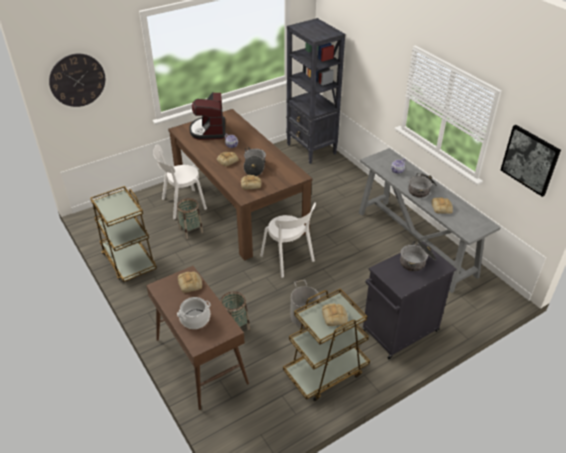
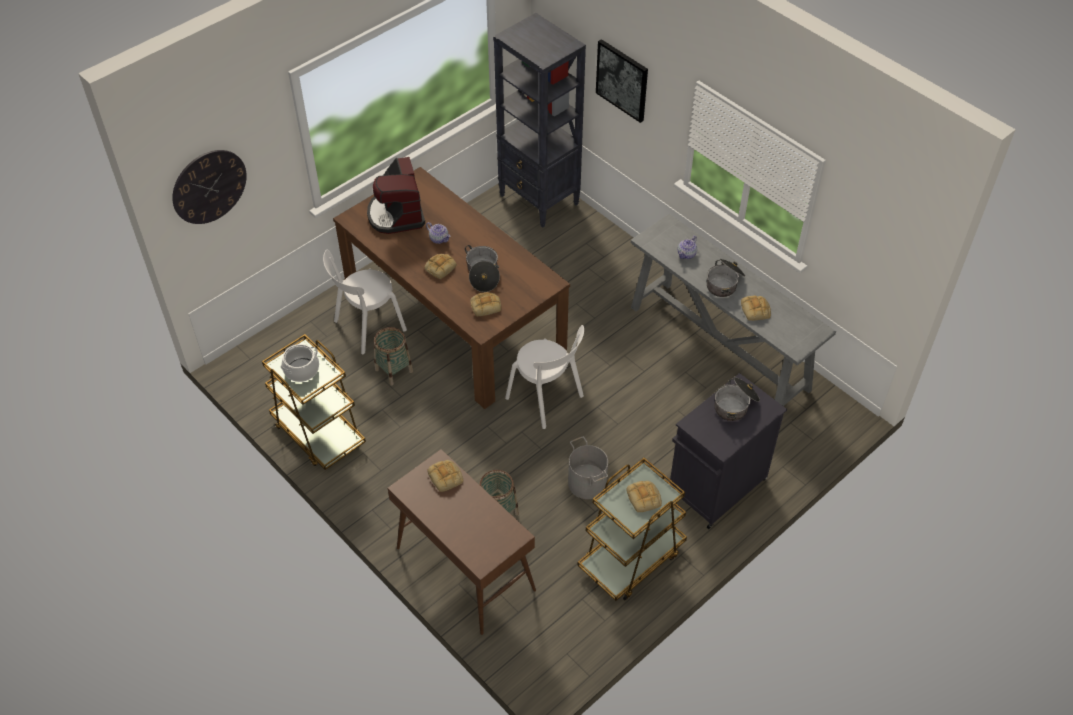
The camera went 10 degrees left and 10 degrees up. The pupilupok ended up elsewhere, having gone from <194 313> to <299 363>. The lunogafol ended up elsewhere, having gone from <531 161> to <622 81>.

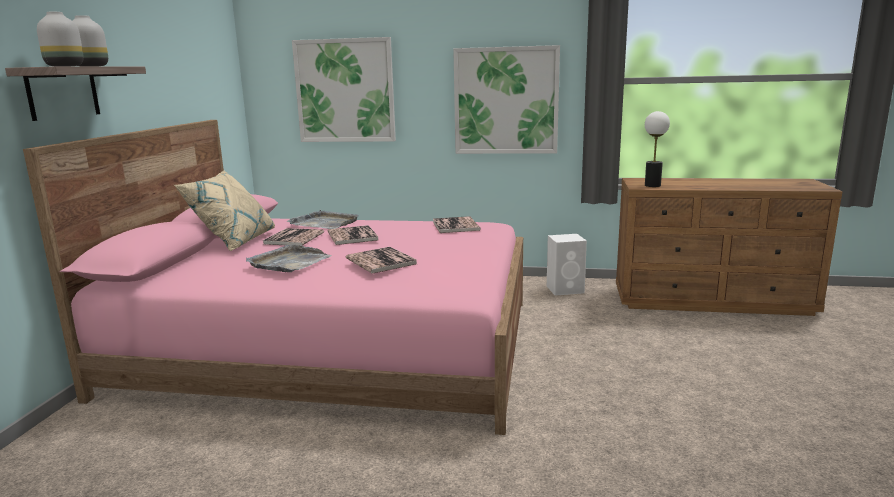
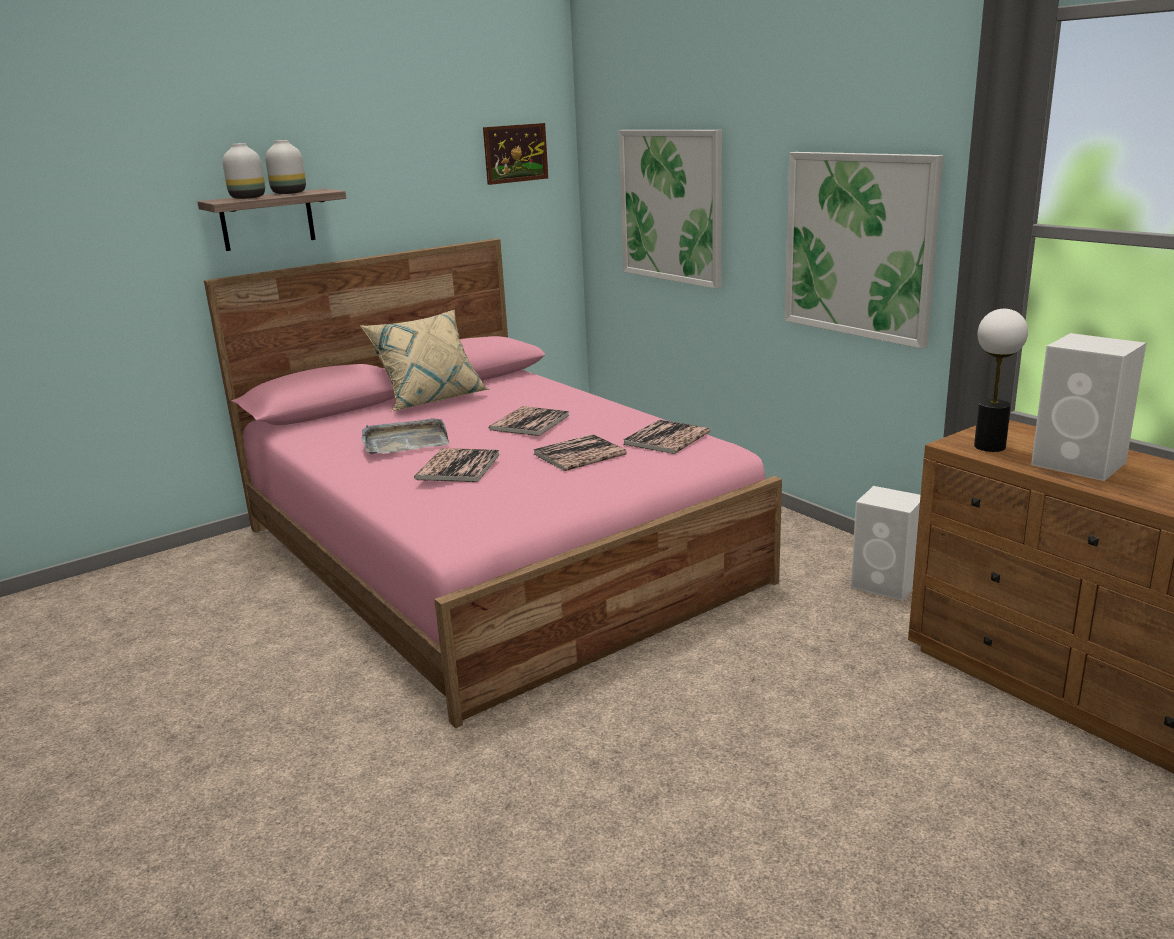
The camera went 45 degrees right and 5 degrees up. The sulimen ended up elsewhere, having gone from <293 237> to <580 452>. The second view lost the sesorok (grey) at <323 219>. The second view gained the lunogafol at <515 154>. The second view gained the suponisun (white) at <1088 407>.

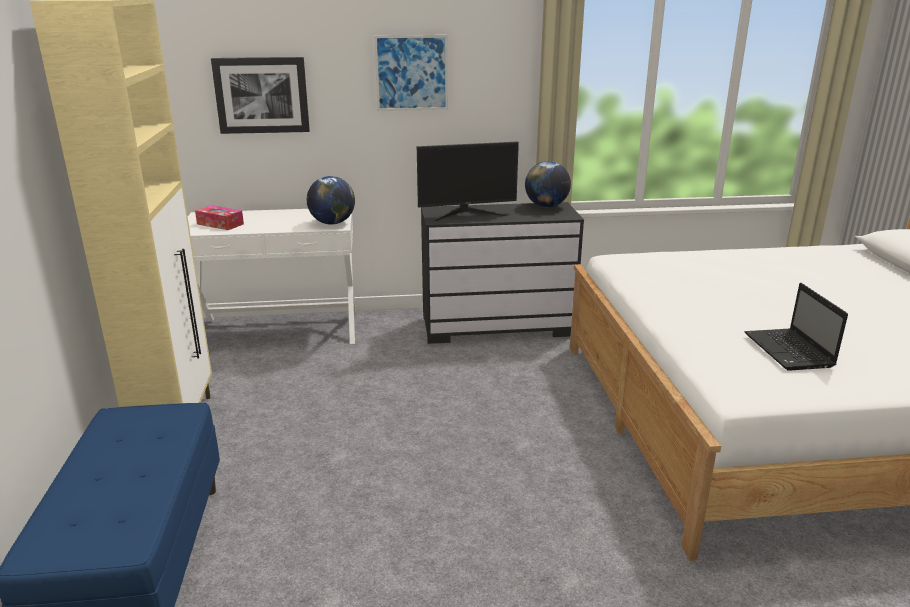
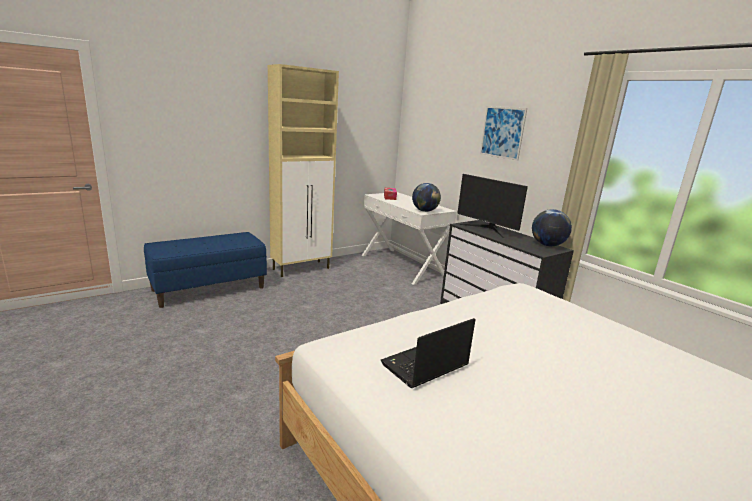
The camera went 60 degrees right and 5 degrees down. The second view lost the lunogafol at <260 95>.

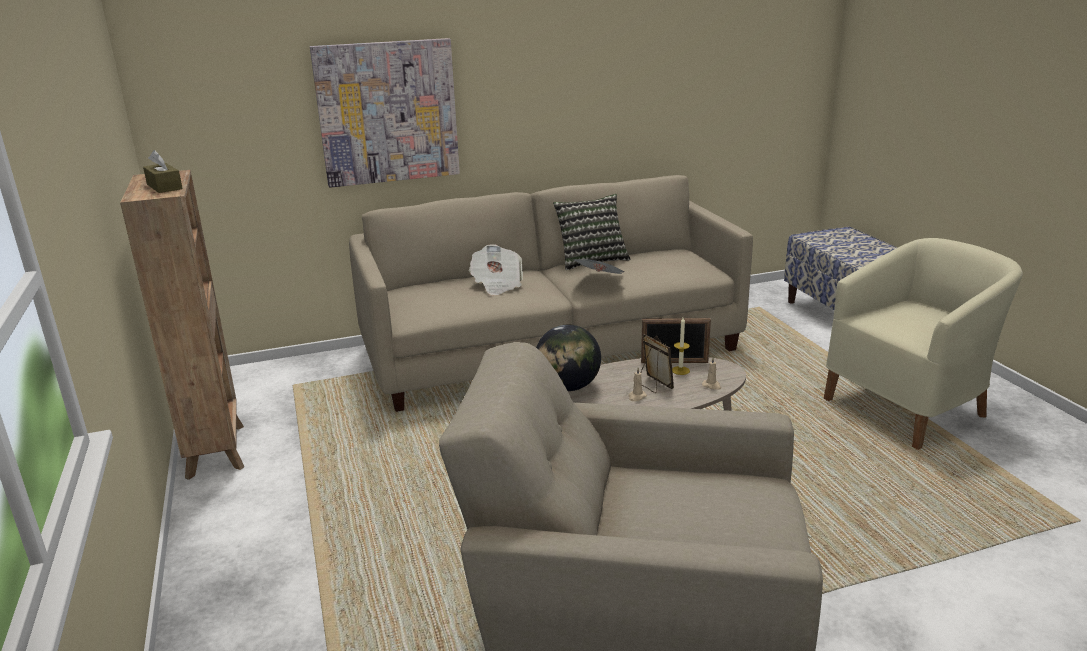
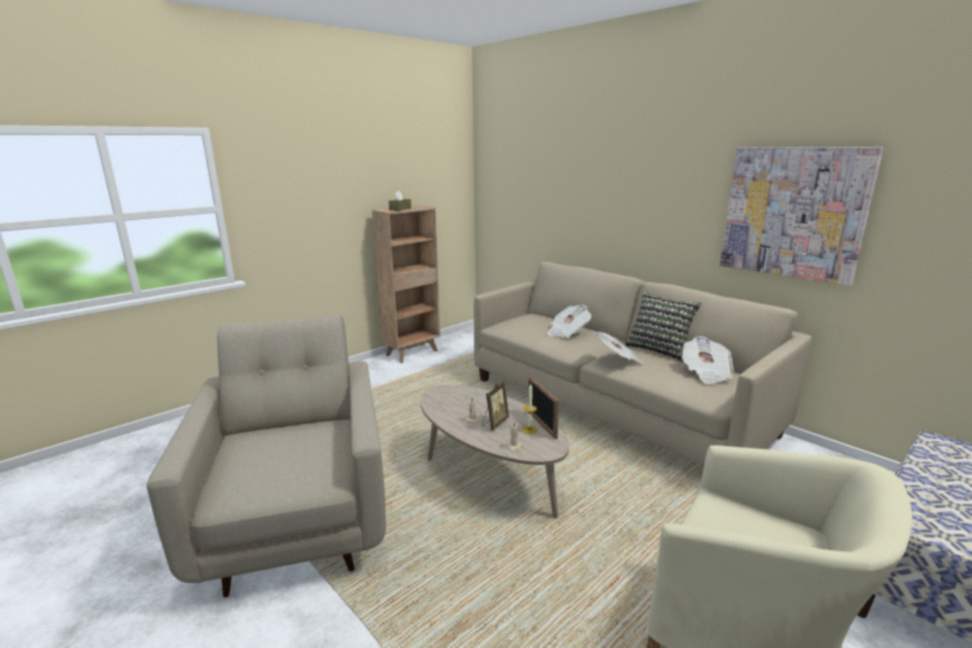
The camera went 65 degrees right and 5 degrees down. The lunogafol ended up elsewhere, having gone from <385 113> to <802 216>. The second view lost the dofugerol at <568 358>. The second view gained the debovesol at <708 360>.

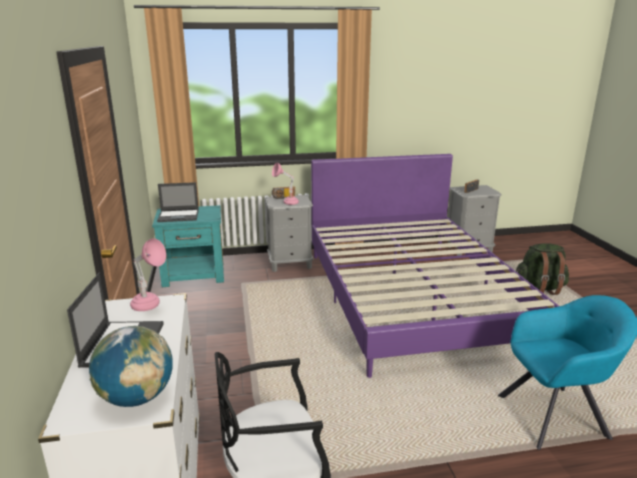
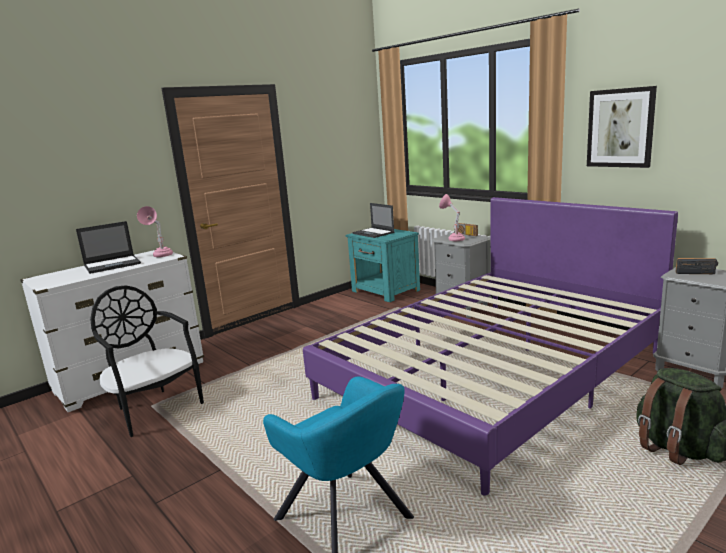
The camera went 60 degrees right and 5 degrees down. The second view lost the dofugerol at <131 366>. The second view gained the lunogafol at <622 127>.

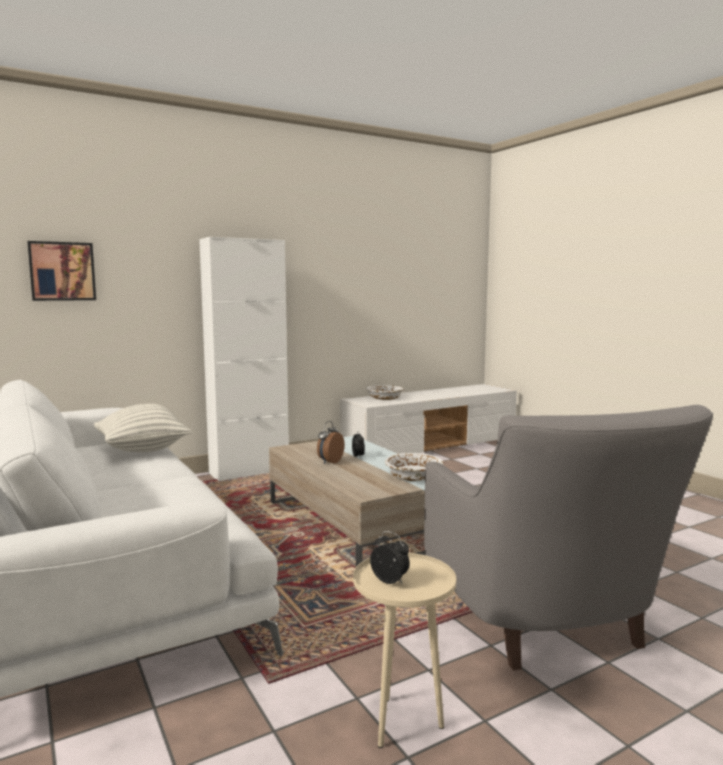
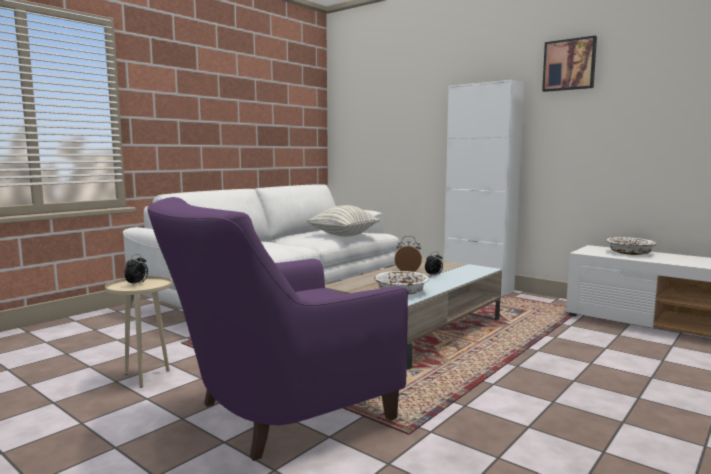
The camera went 70 degrees right and 0 degrees up. The lunogafol ended up elsewhere, having gone from <61 271> to <569 64>. What was the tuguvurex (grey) at <568 538> turned into the tuguvurex (purple) at <278 329>.

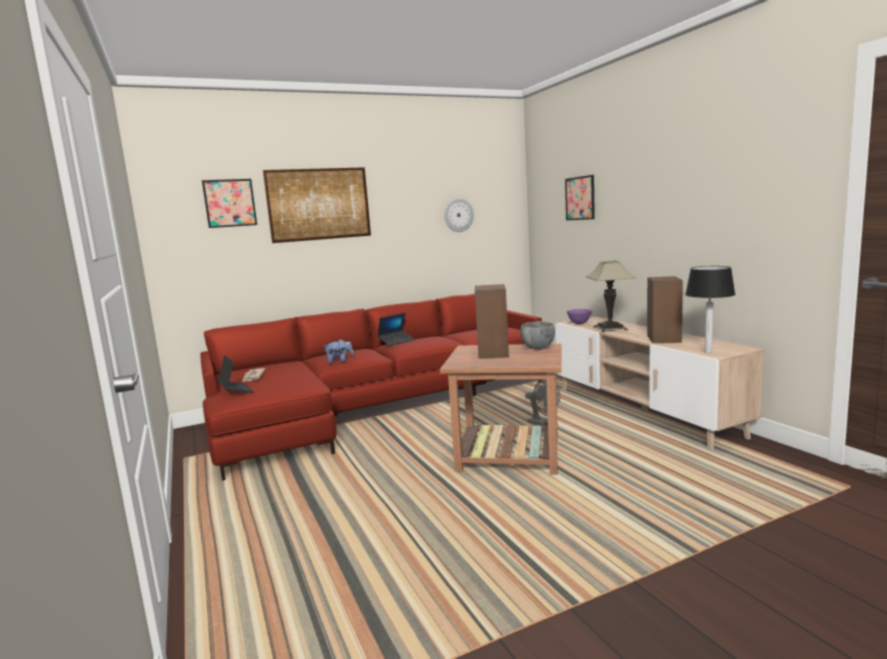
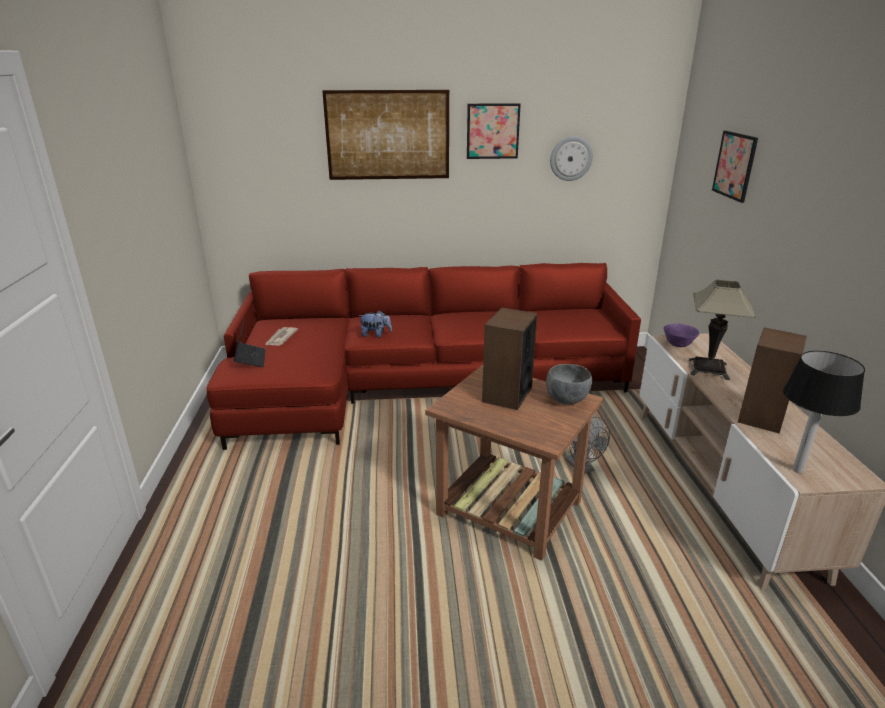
The camera went 20 degrees right and 15 degrees up. The lunogafol ended up elsewhere, having gone from <229 203> to <494 131>. The second view lost the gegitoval at <396 329>.

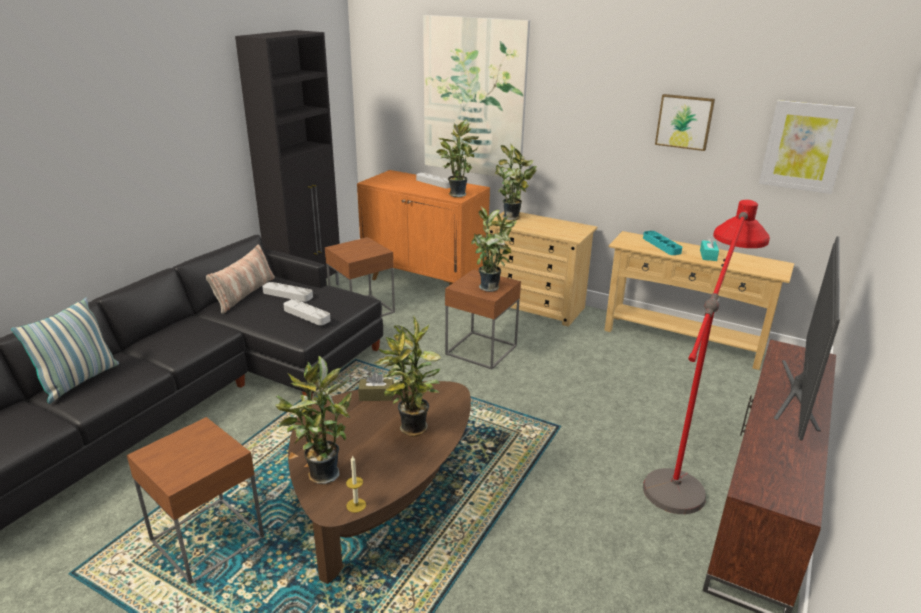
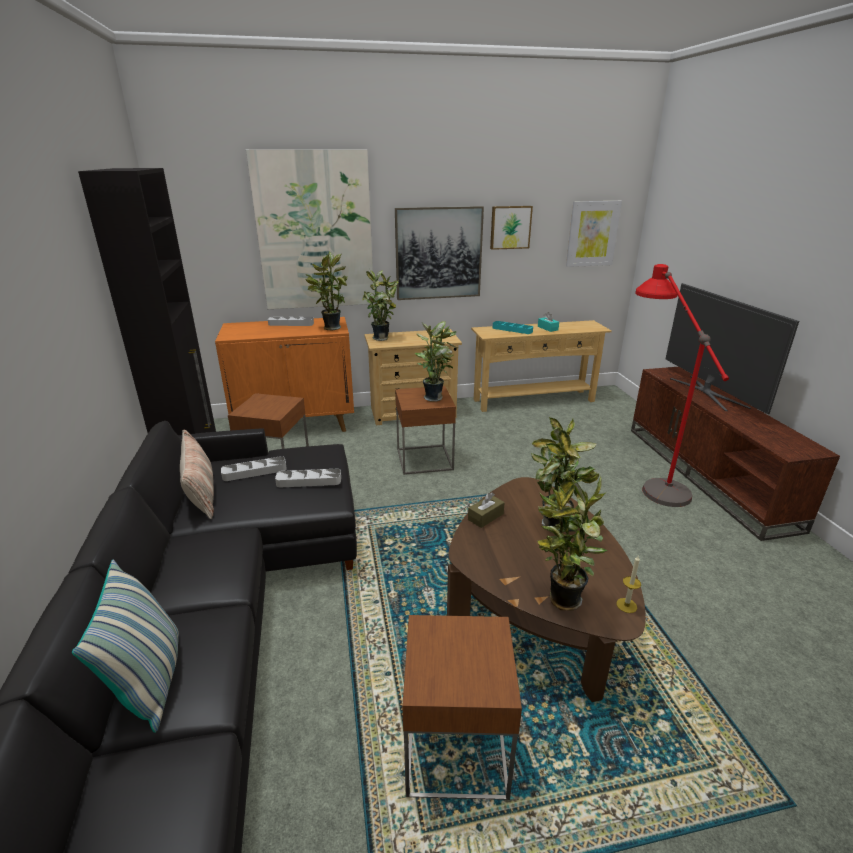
The camera went 40 degrees left and 0 degrees up. The second view gained the lunogafol at <439 253>.

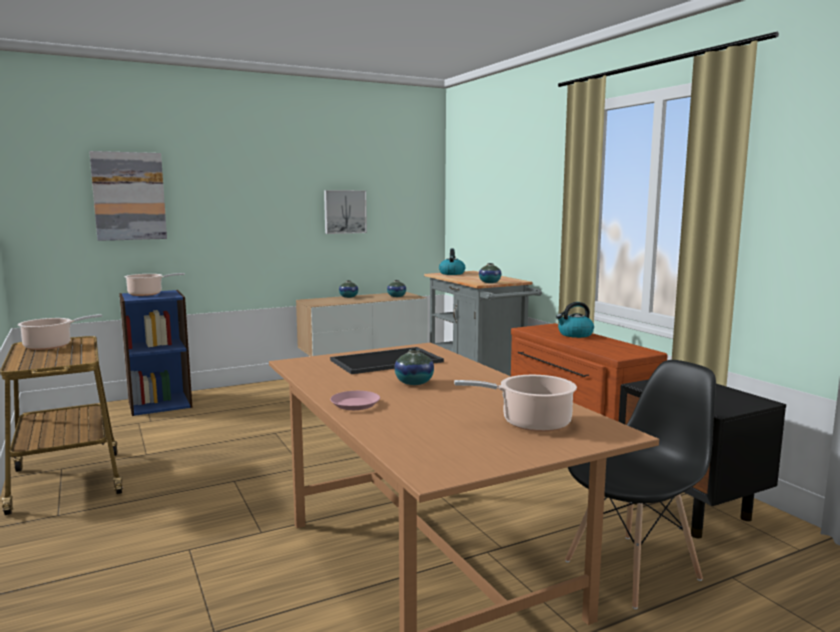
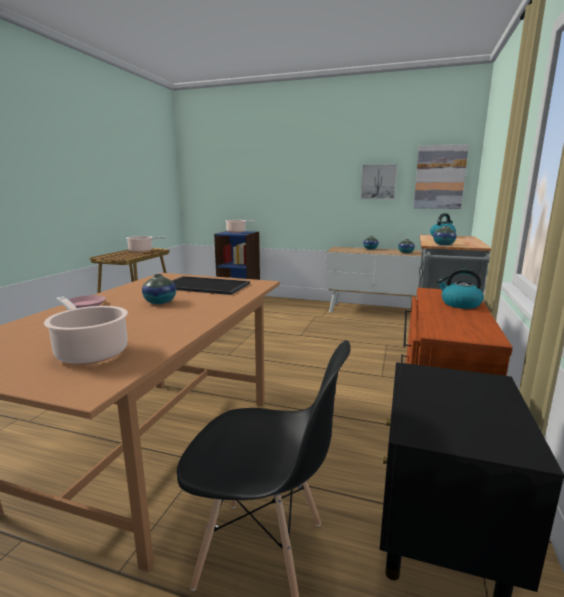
The camera went 45 degrees right and 5 degrees up. The lunogafol ended up elsewhere, having gone from <128 196> to <441 176>.

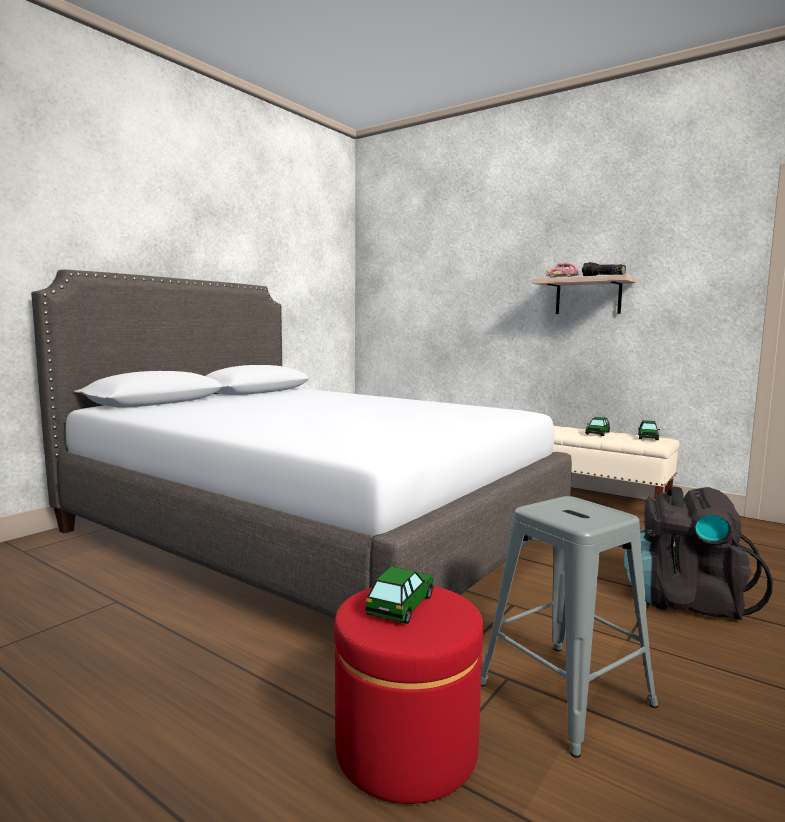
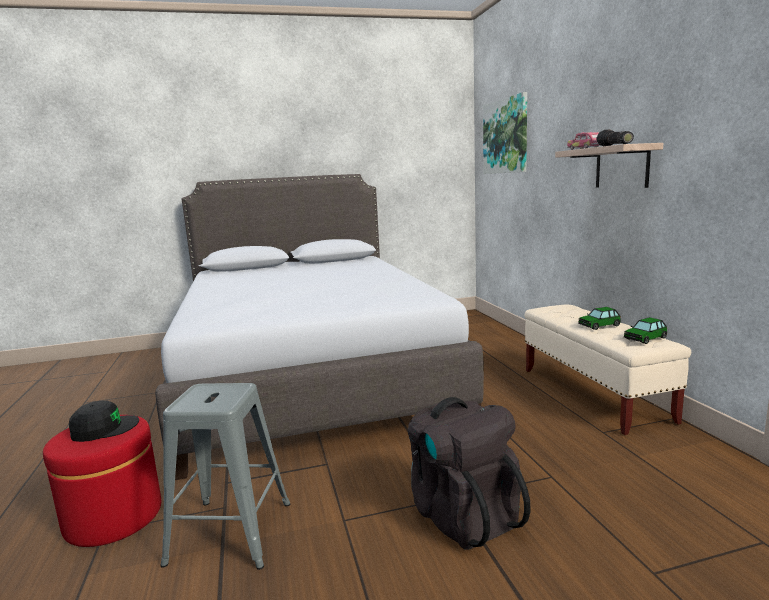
The camera went 40 degrees right and 5 degrees up. Where the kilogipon stood at <400 595>, the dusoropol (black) came to stand at <104 421>. The second view gained the lunogafol at <505 133>.

